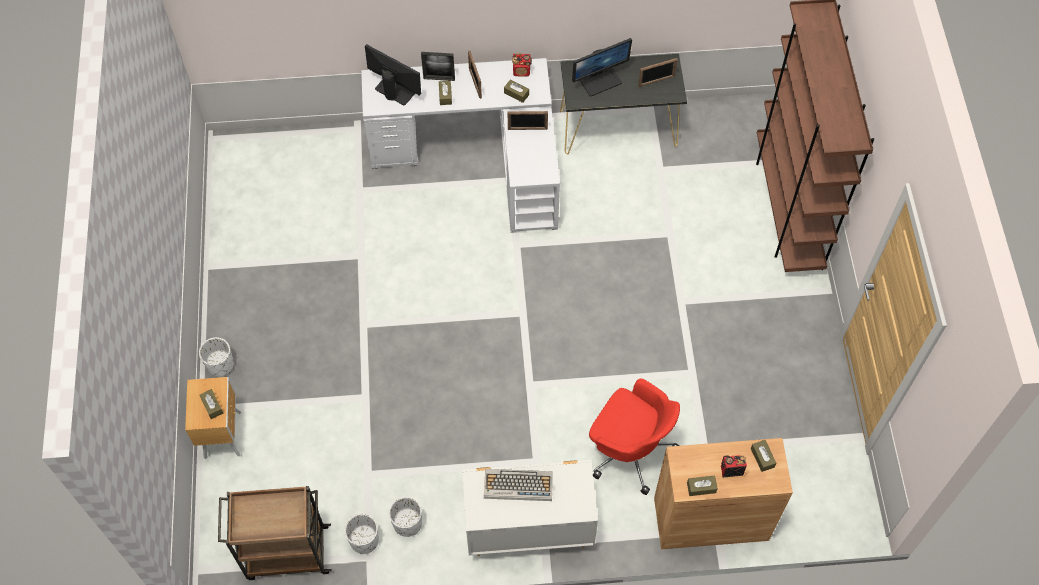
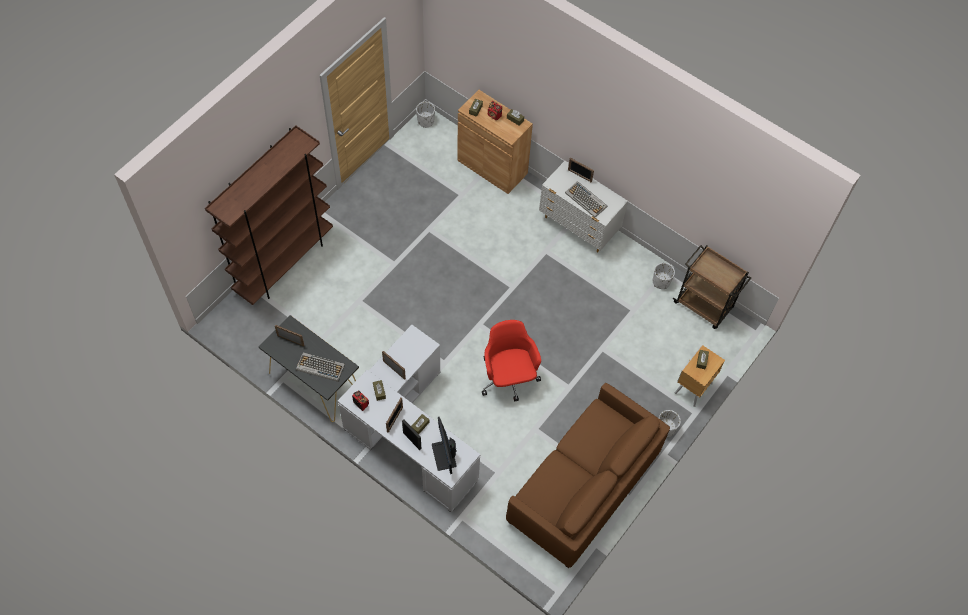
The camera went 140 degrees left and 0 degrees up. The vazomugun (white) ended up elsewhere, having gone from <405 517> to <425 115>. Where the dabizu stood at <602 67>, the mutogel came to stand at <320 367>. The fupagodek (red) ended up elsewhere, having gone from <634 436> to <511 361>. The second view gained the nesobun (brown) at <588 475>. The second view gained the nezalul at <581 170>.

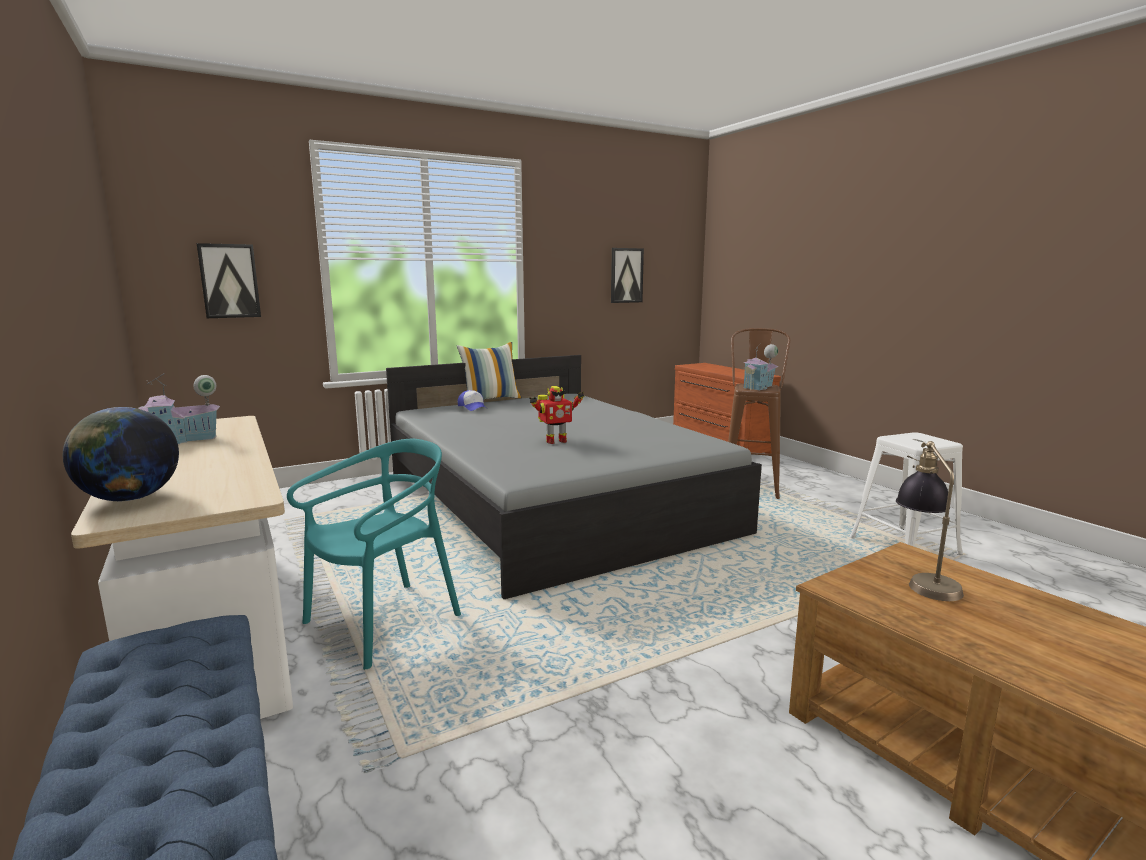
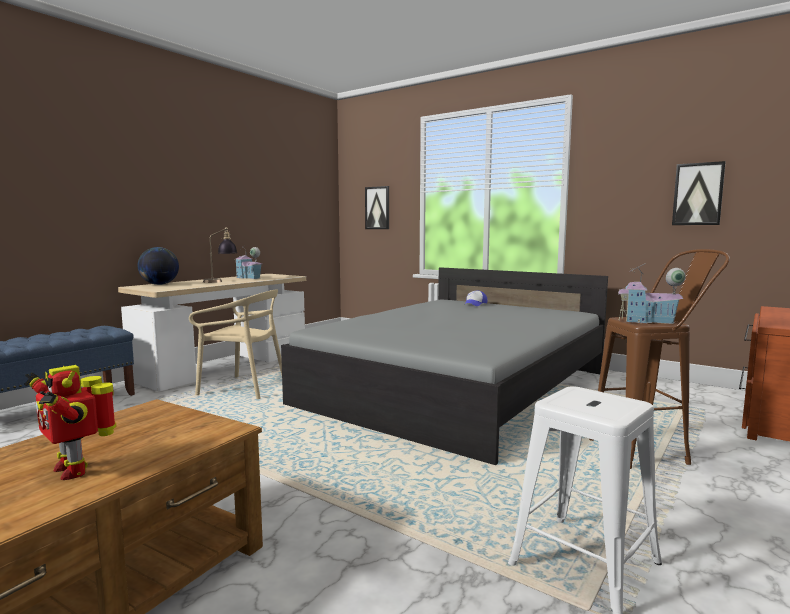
The camera went 65 degrees right and 5 degrees down. What was the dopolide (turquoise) at <374 554> turned into the dopolide (beige) at <235 344>. The second view lost the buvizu at <489 371>. The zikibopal ended up elsewhere, having gone from <556 415> to <70 422>. The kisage ended up elsewhere, having gone from <930 521> to <220 255>.

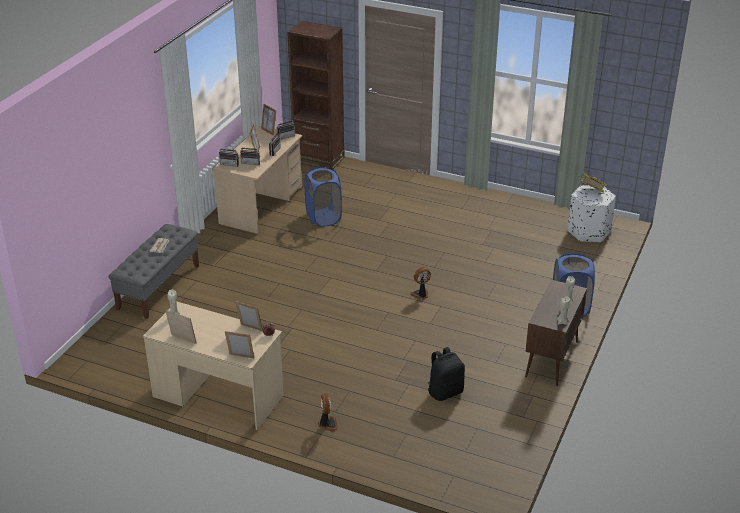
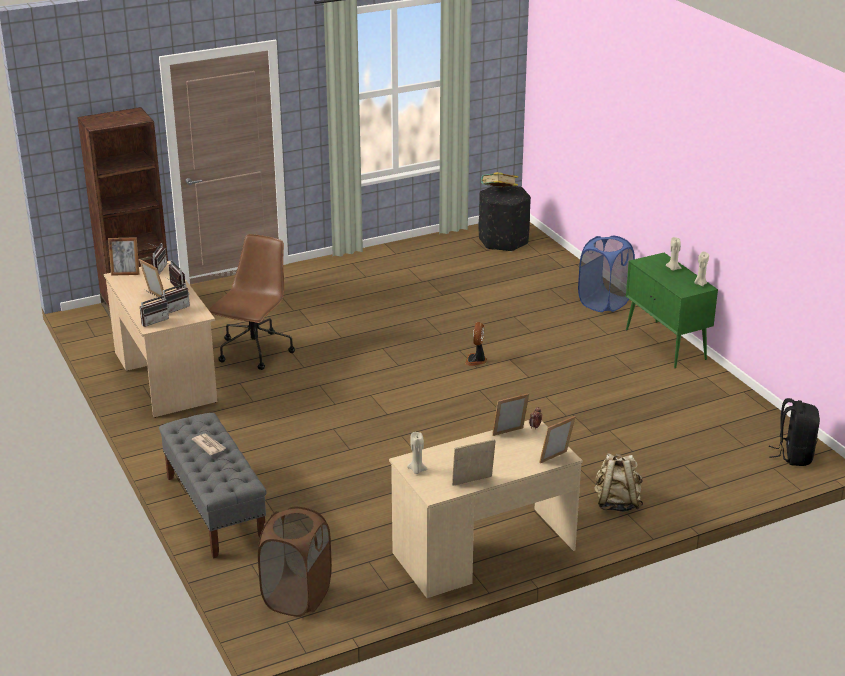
The camera went 50 degrees left and 5 degrees down. Where the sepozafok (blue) stood at <323 197>, the fupagodek (brown) came to stand at <252 302>. Where the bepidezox stood at <328 412>, the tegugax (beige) came to stand at <618 482>. The tegugax (black) ended up elsewhere, having gone from <446 374> to <794 432>. What was the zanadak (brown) at <556 333> turned into the zanadak (green) at <672 310>. What was the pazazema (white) at <592 214> turned into the pazazema (black) at <505 219>. The second view gained the sepozafok (brown) at <295 561>.

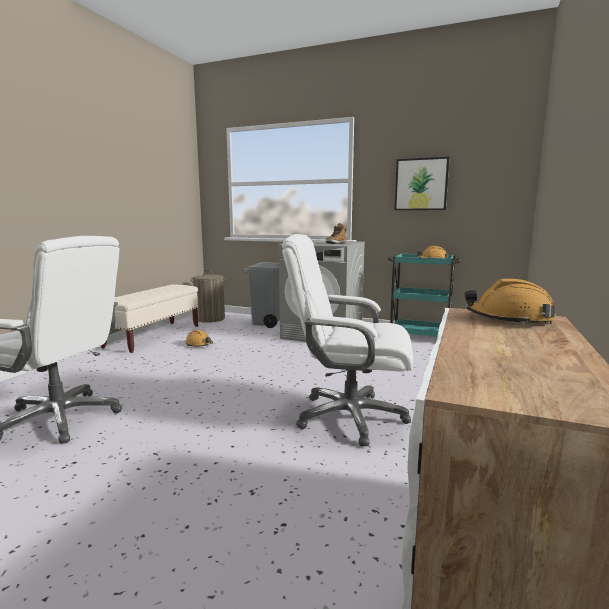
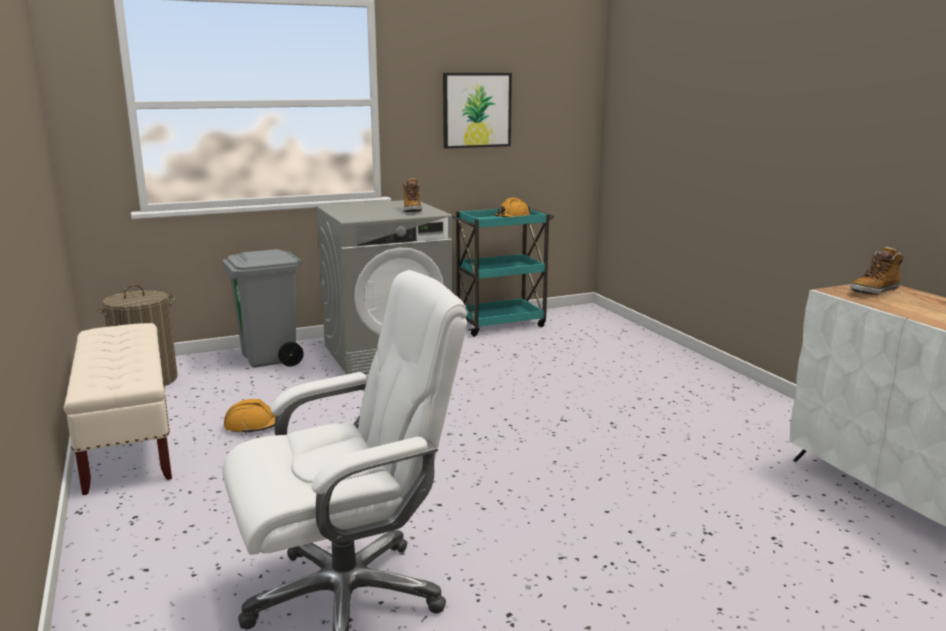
The camera went 45 degrees left and 5 degrees up. The second view lost the fupagodek (white) at <347 340>. Where the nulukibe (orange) stood at <510 302>, the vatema came to stand at <876 270>.

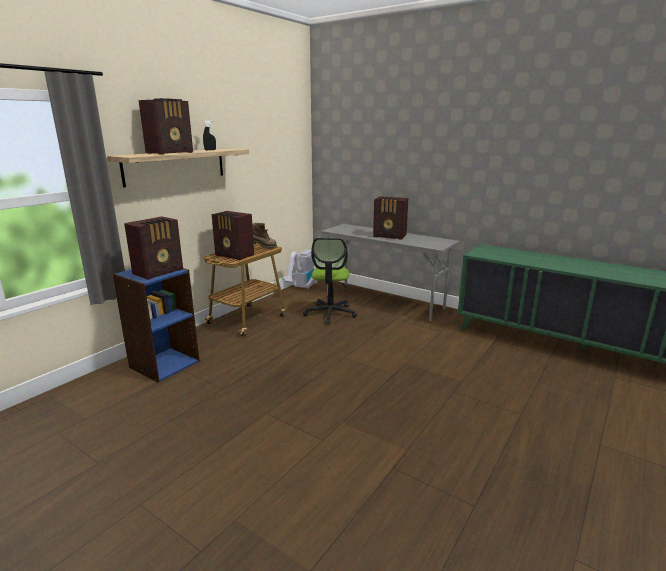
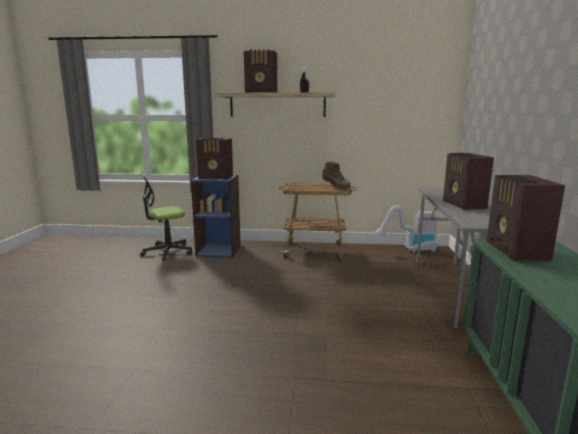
The camera went 60 degrees right and 5 degrees down. The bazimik ended up elsewhere, having gone from <233 235> to <526 218>. The fupagodek ended up elsewhere, having gone from <330 281> to <166 217>.

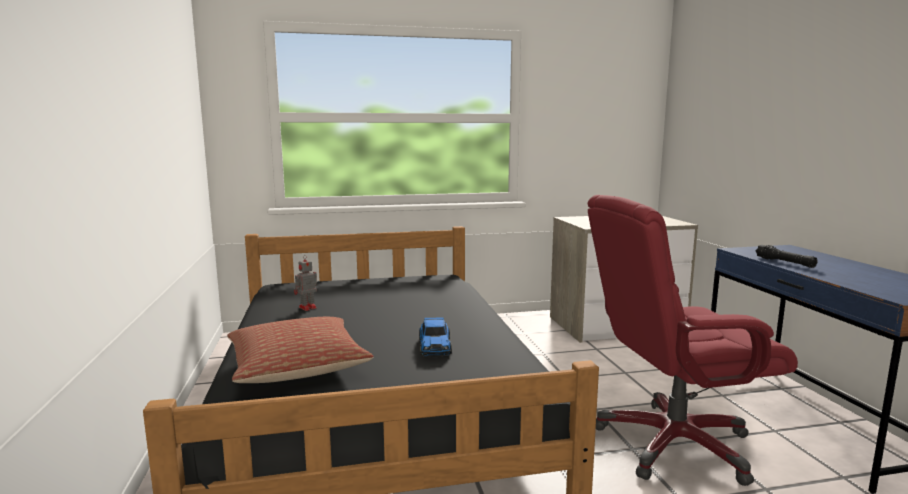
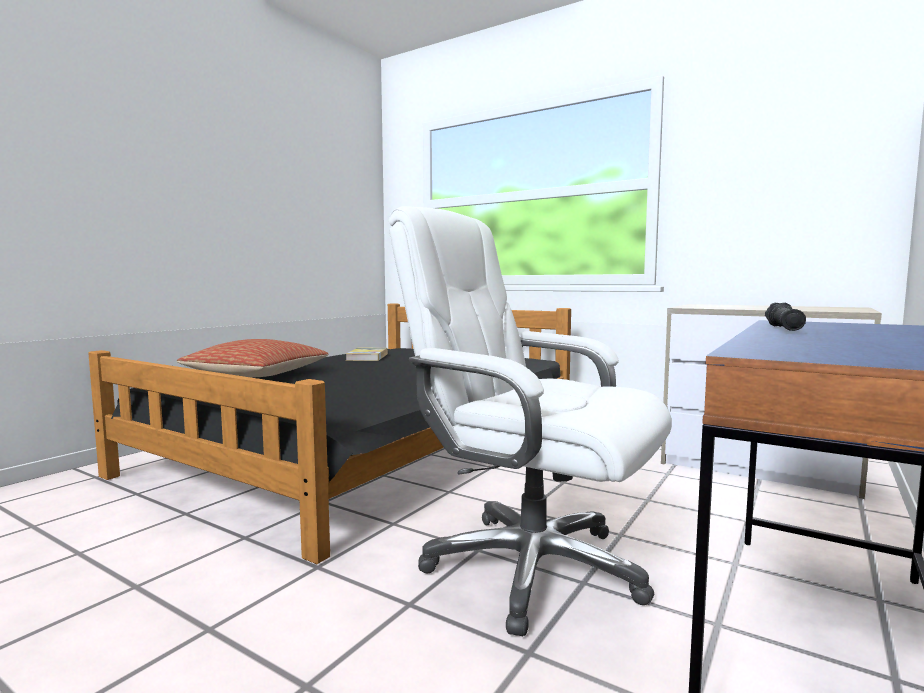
The camera went 45 degrees right and 5 degrees down. Where the zikibopal stood at <305 283>, the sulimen came to stand at <367 354>. The second view lost the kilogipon at <435 337>. What was the fupagodek (red) at <692 340> turned into the fupagodek (white) at <530 421>.

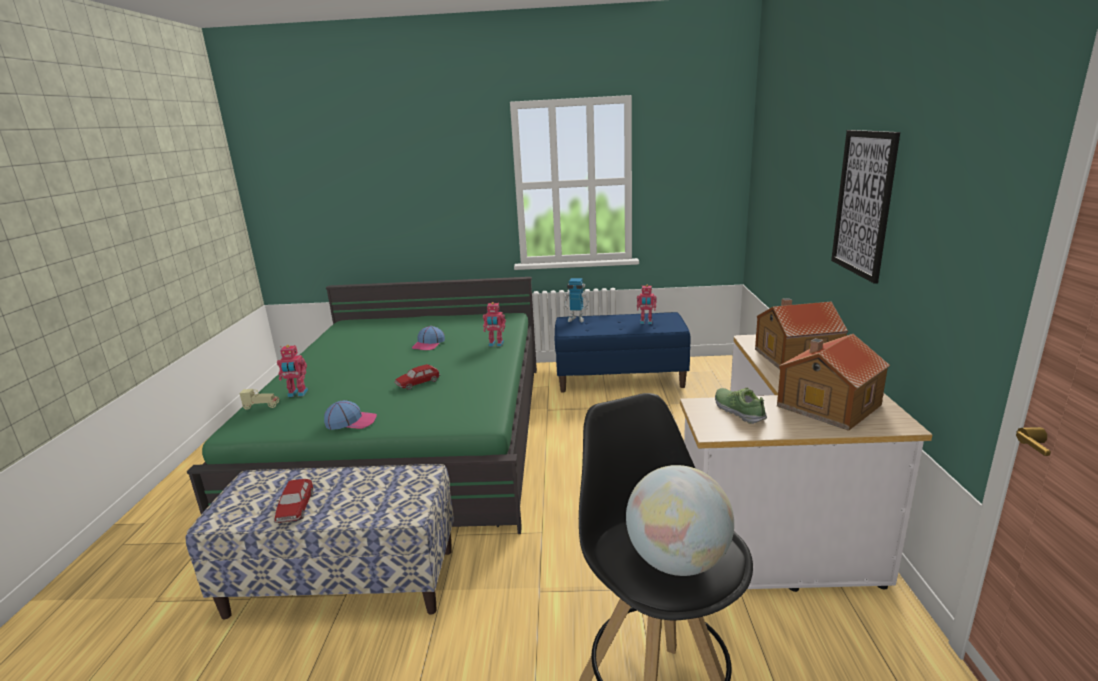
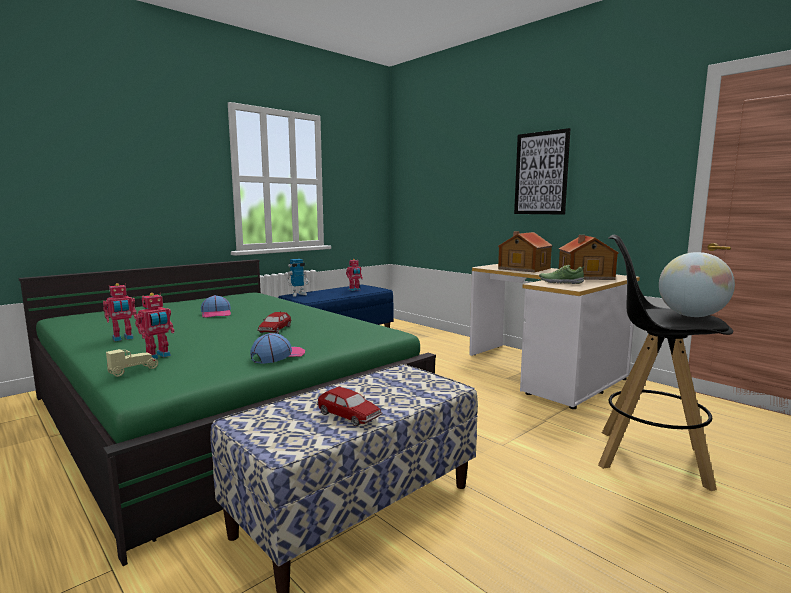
The camera went 45 degrees left and 10 degrees down. The zikibopal ended up elsewhere, having gone from <494 324> to <120 312>.

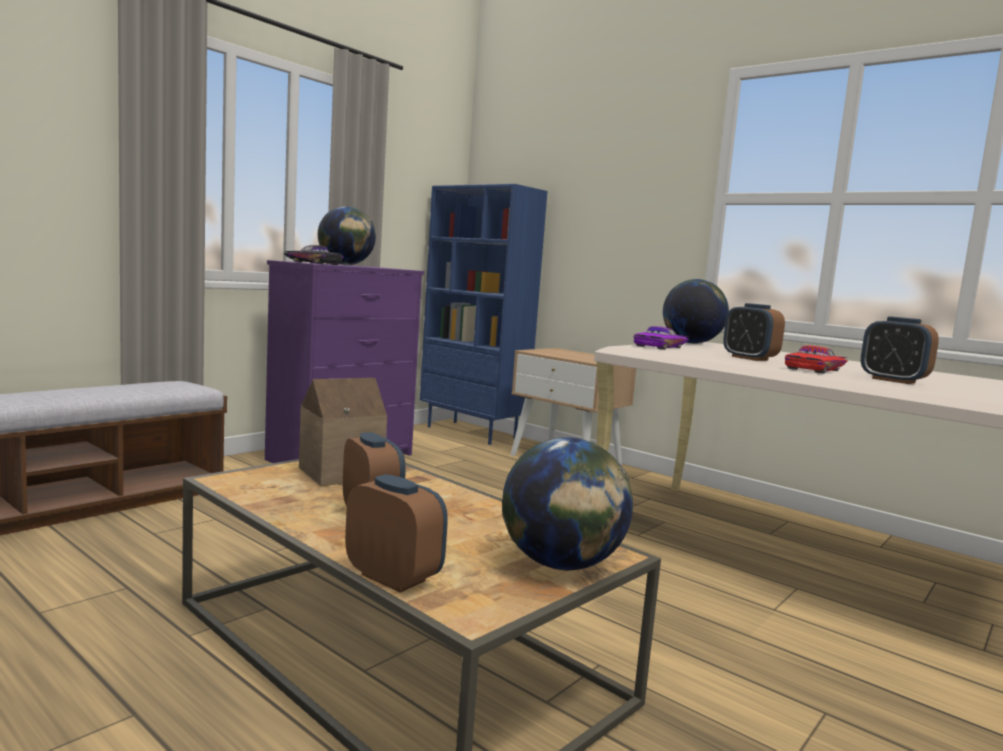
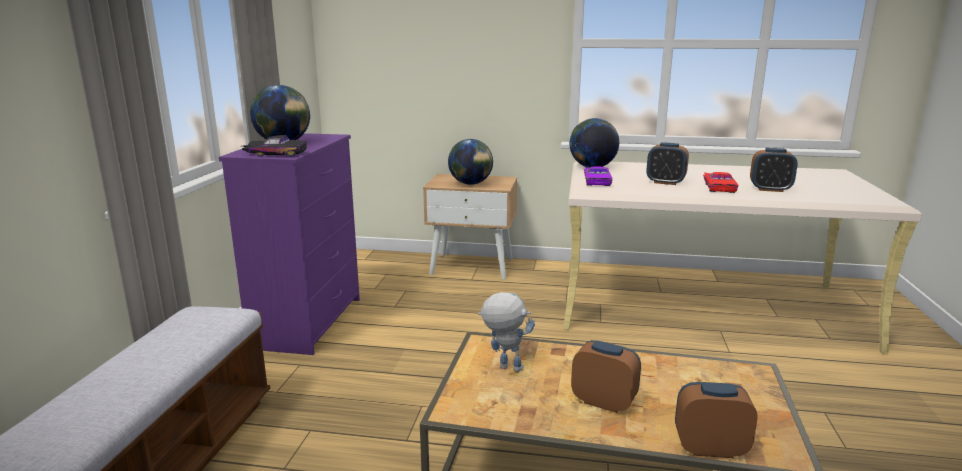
The camera went 30 degrees left and 10 degrees up. Where the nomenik stood at <343 432>, the zikibopal came to stand at <506 332>. The second view lost the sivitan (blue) at <483 314>. The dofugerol ended up elsewhere, having gone from <567 504> to <470 162>.

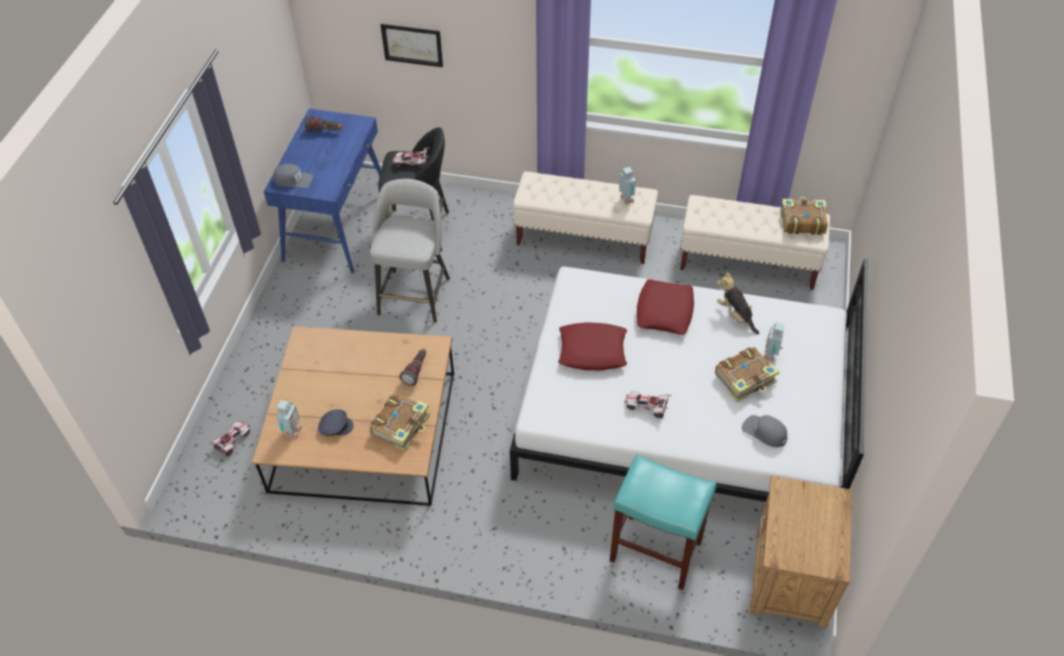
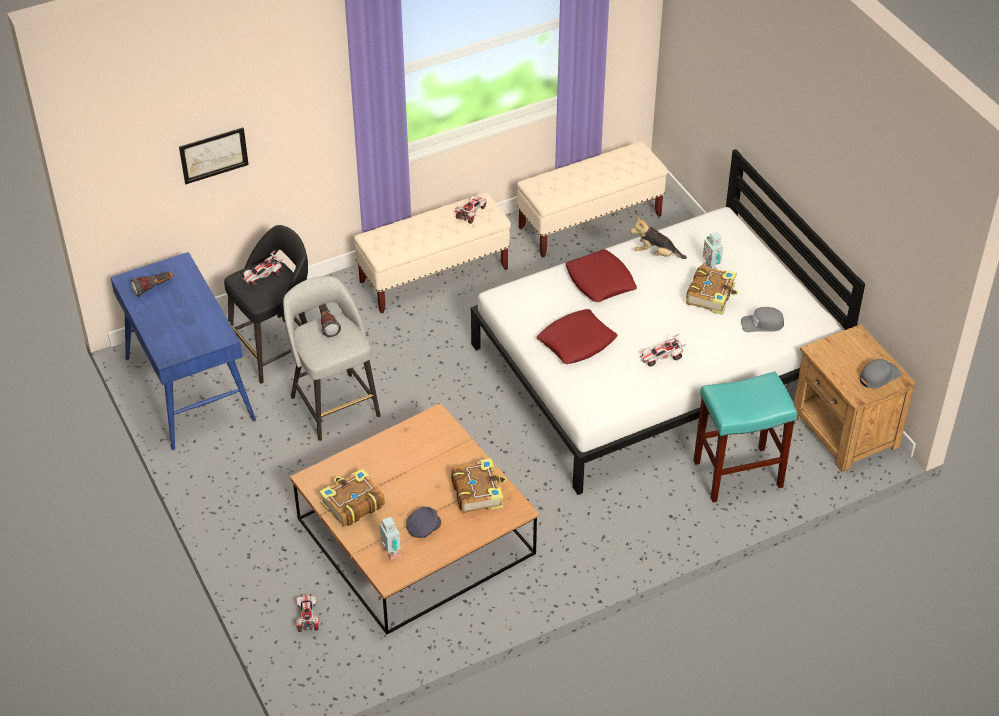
The camera went 40 degrees left and 5 degrees down. The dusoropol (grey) ended up elsewhere, having gone from <293 176> to <880 374>. The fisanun ended up elsewhere, having gone from <412 367> to <330 320>. Where the zikibopal stood at <627 185>, the kilogipon came to stand at <471 210>. The sulimen ended up elsewhere, having gone from <804 216> to <352 497>.

